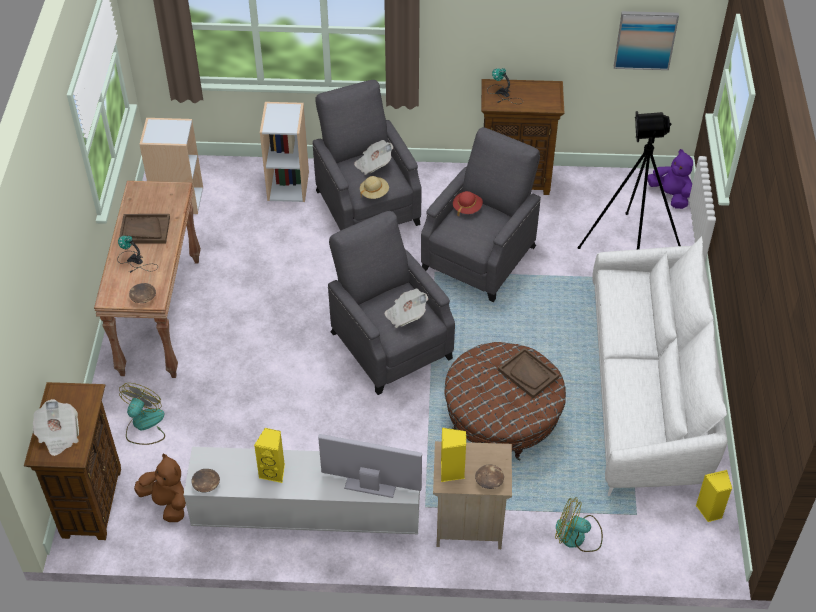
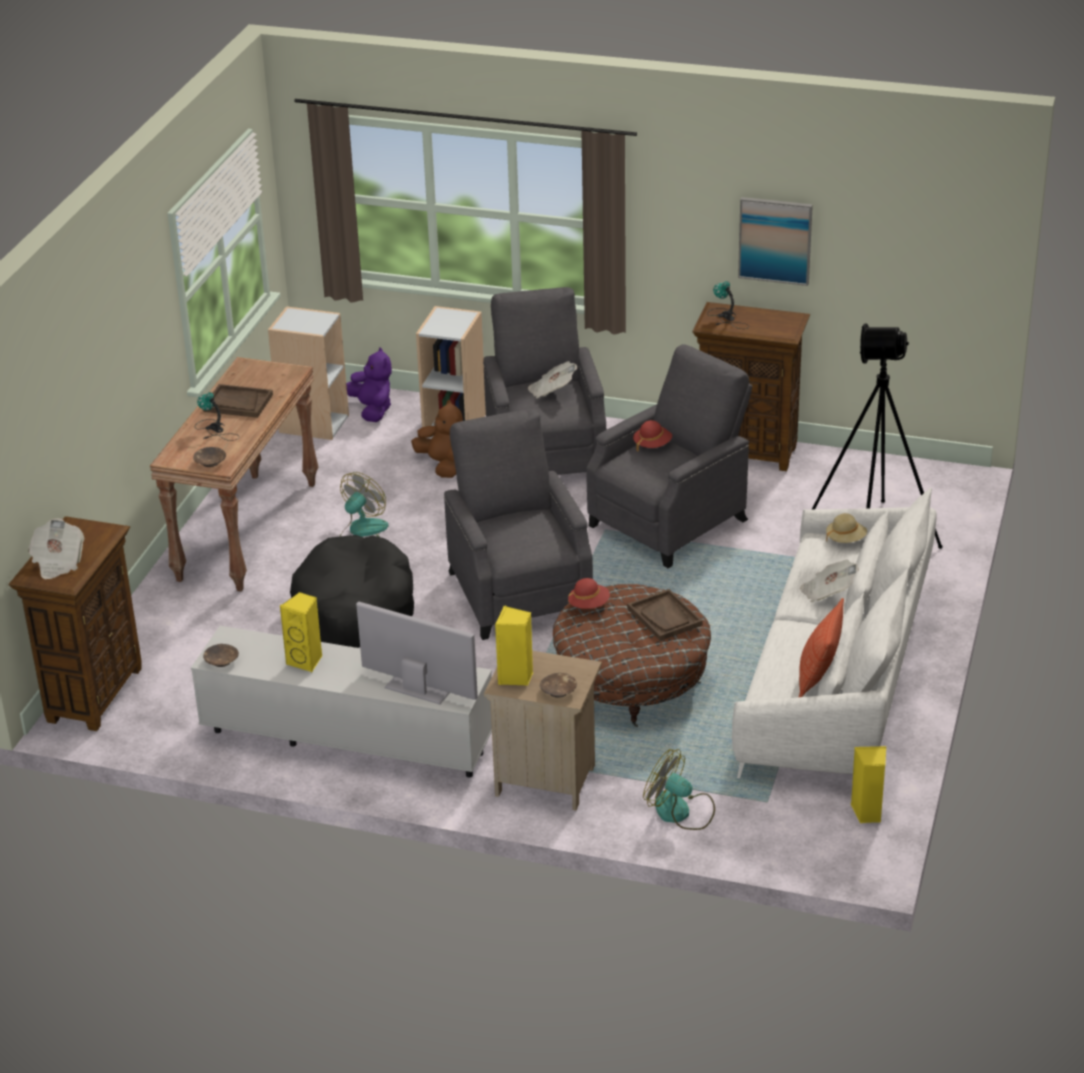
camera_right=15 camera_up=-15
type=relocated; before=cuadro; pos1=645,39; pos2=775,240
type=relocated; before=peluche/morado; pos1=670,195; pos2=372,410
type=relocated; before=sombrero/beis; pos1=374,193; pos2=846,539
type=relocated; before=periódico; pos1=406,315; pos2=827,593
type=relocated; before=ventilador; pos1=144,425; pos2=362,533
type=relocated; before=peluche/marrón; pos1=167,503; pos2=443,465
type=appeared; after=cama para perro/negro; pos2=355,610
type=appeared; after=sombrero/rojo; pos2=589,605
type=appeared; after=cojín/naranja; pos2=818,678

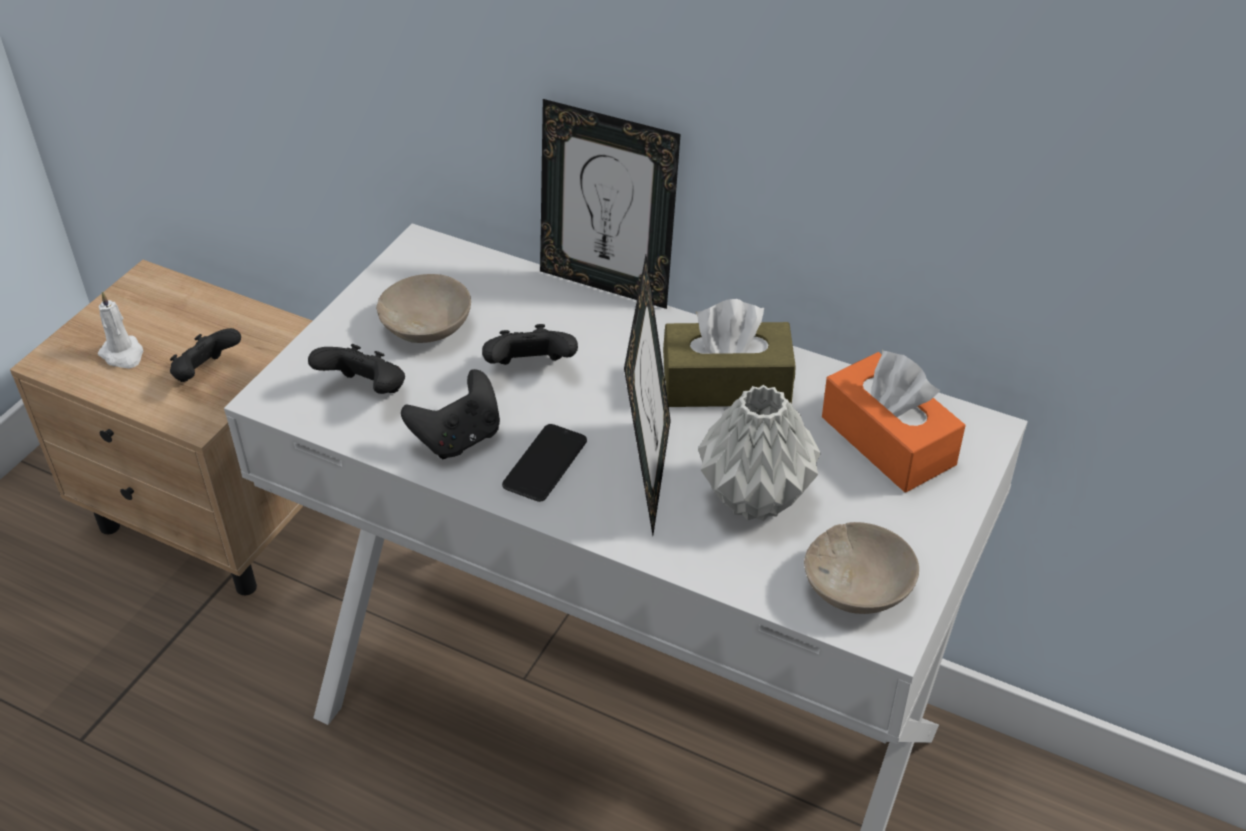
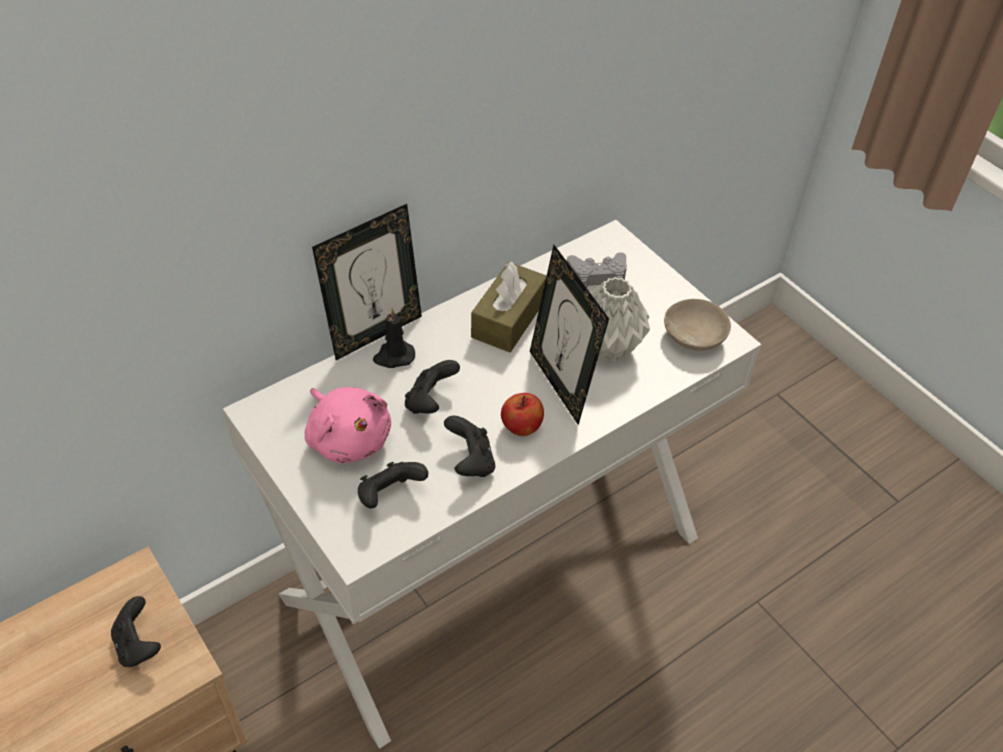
camera_right=-65 camera_up=5
type=spun; before=portarretratos; pos1=648,475; pos2=561,384; turn=-150
type=exchanged; before=cuenco/beis; after=peluche/rosa; pos1=430,326; pos2=348,437
type=missing; before=vela/blanco; pos1=123,355
type=exchanged; before=caja de pañuelos/naranja; after=mando de consola/gris; pos1=888,441; pos2=597,276
type=exchanged; before=móvil; after=manzana; pos1=545,464; pos2=521,427
type=appeared; after=vela/negro; pos2=393,356

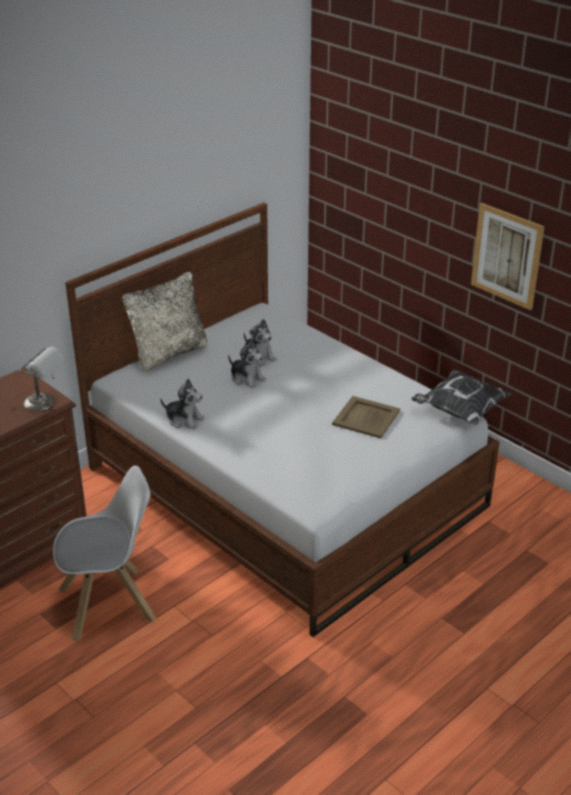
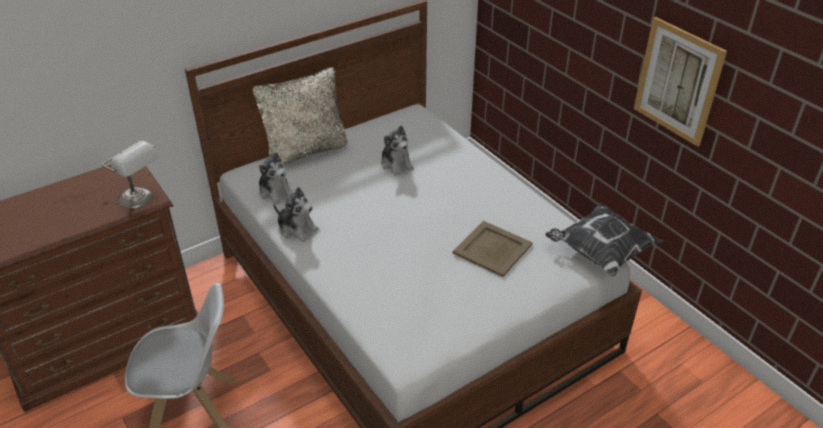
camera_right=10 camera_up=5
type=relocated; before=peluche; pos1=247,378; pos2=276,192

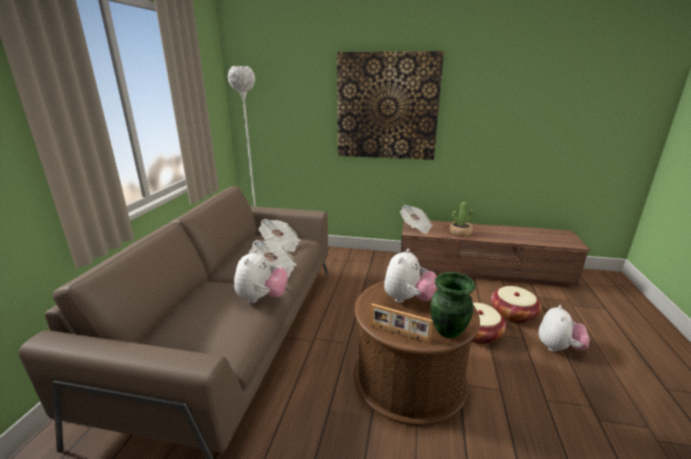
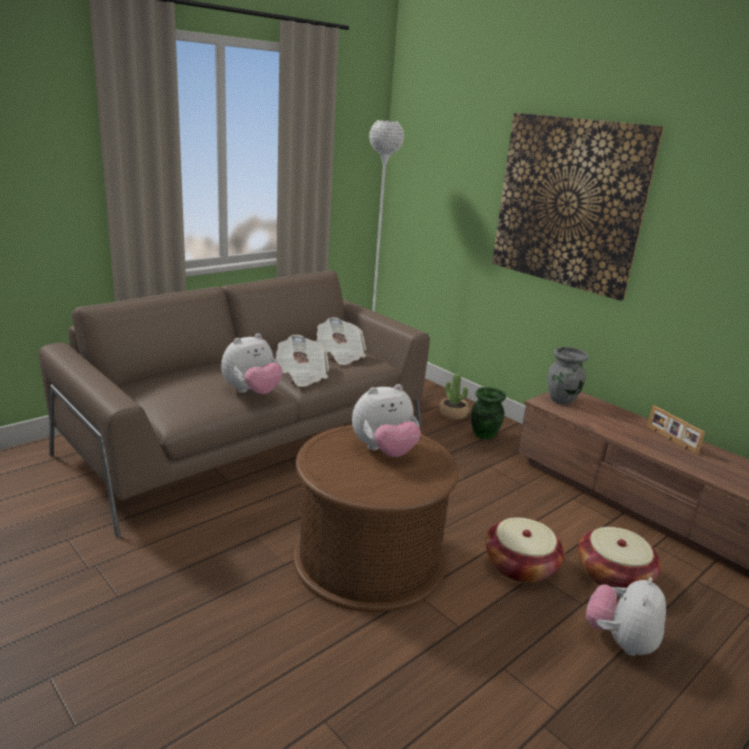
camera_right=35 camera_up=0
type=relocated; before=planta en maceta; pos1=460,233; pos2=453,414
type=exchanged; before=periódico; after=florero/gris; pos1=416,227; pos2=562,400
type=relocated; before=florero/verde; pos1=448,331; pos2=483,435
type=relocated; before=portarretratos; pos1=399,333; pos2=671,440
type=spun; before=peluche; pos1=558,348; pos2=620,641; turn=150

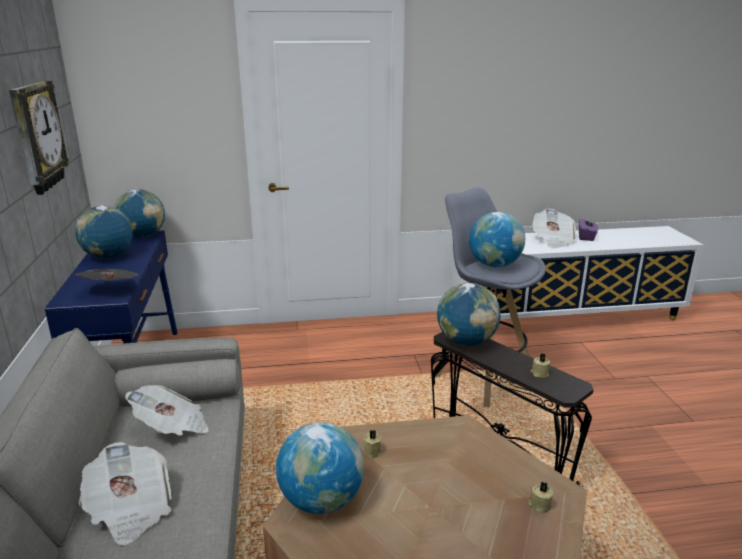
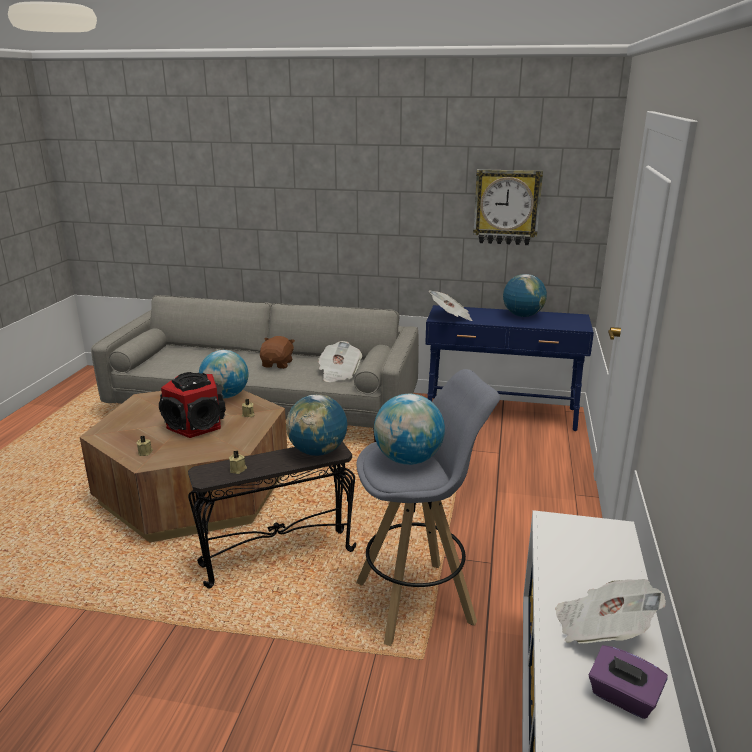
camera_right=110 camera_up=0
type=missing; before=globo terráqueo; pos1=143,236
type=exchanged; before=periódico; after=peluche/marrón; pos1=130,510; pos2=277,364
type=appeared; after=altavoz; pos2=196,425

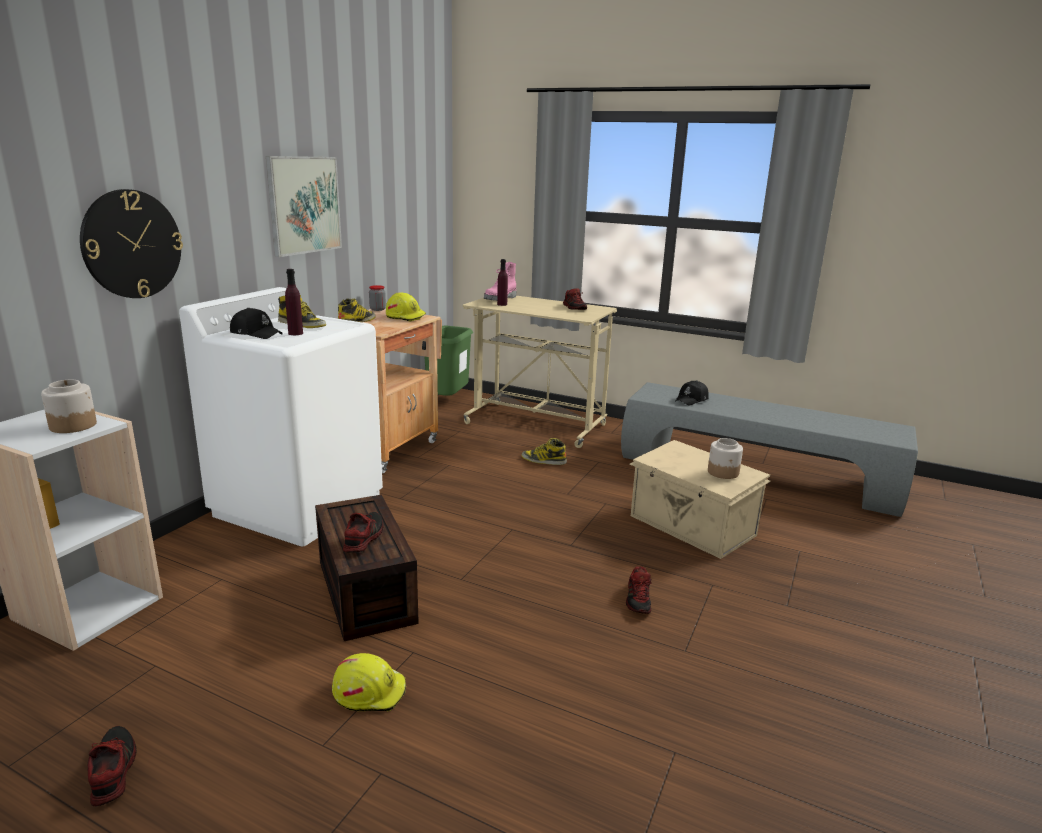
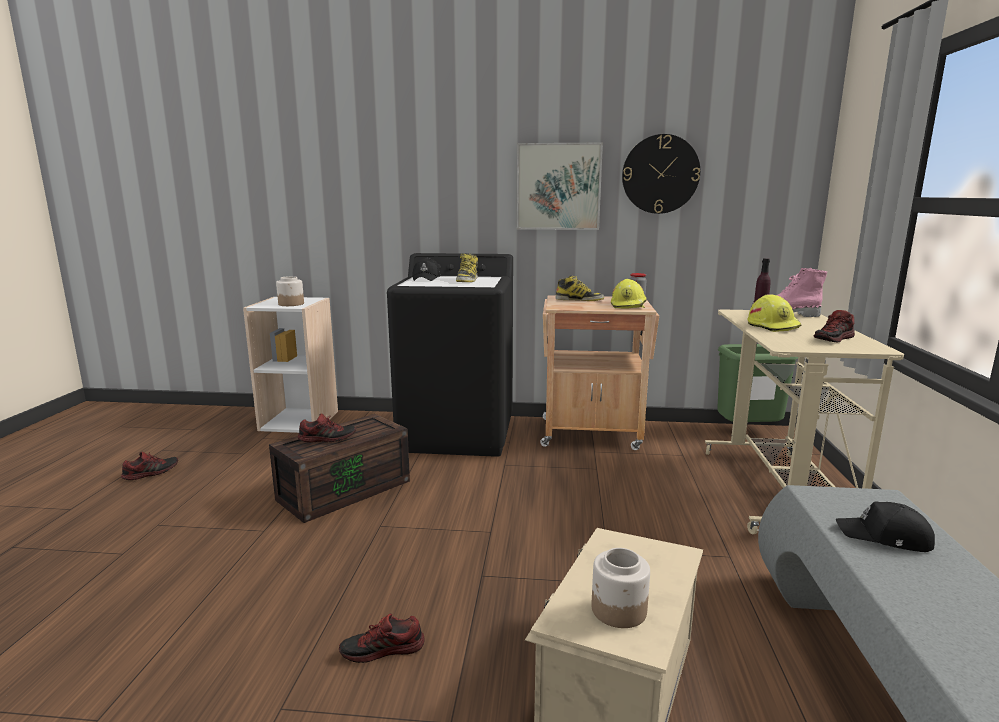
camera_right=70 camera_up=-5
type=relocated; before=reloj de pared; pos1=132,244; pos2=660,174
type=missing; before=botella/morado; pos1=295,333
type=colour; before=lavadora/blanco; after=lavadora/negro; pos1=299,505; pos2=458,434
type=missing; before=bota; pos1=543,460
type=relocated; before=casco/amarillo; pos1=369,691; pos2=773,326

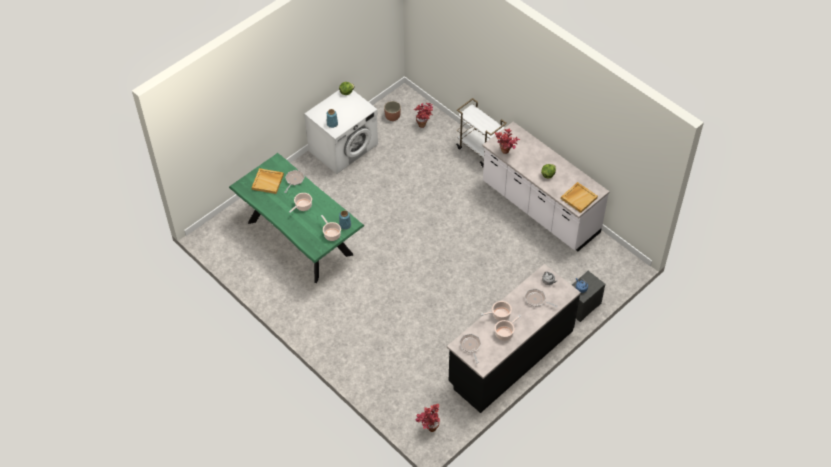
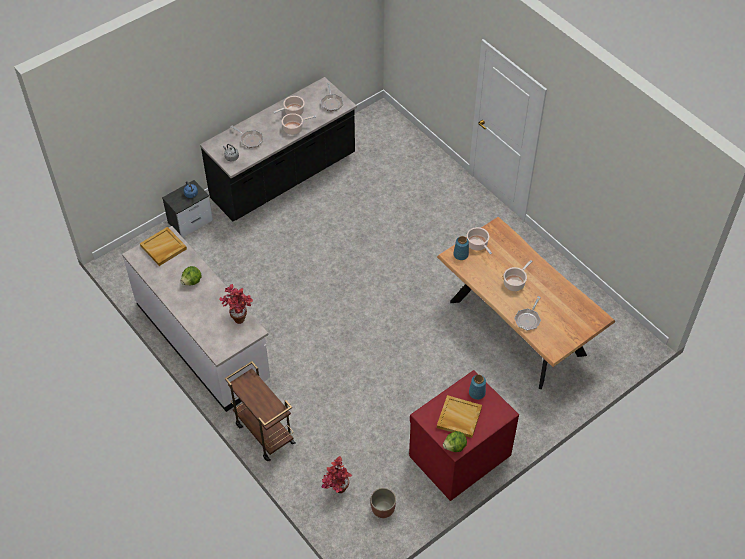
camera_right=-175 camera_up=0
type=colour; before=lavadora/blanco; after=lavadora/rojo; pos1=344,149; pos2=458,456
type=colour; before=carrito/blanco; after=carrito/marrón; pos1=479,153; pos2=264,432
type=colour; before=mesa de comedor/verde; after=mesa de comedor/marrón; pos1=300,238; pos2=517,328
type=relocated; before=bandeja/beis; pos1=268,182; pos2=458,417
type=missing; before=planta en maceta; pos1=428,428

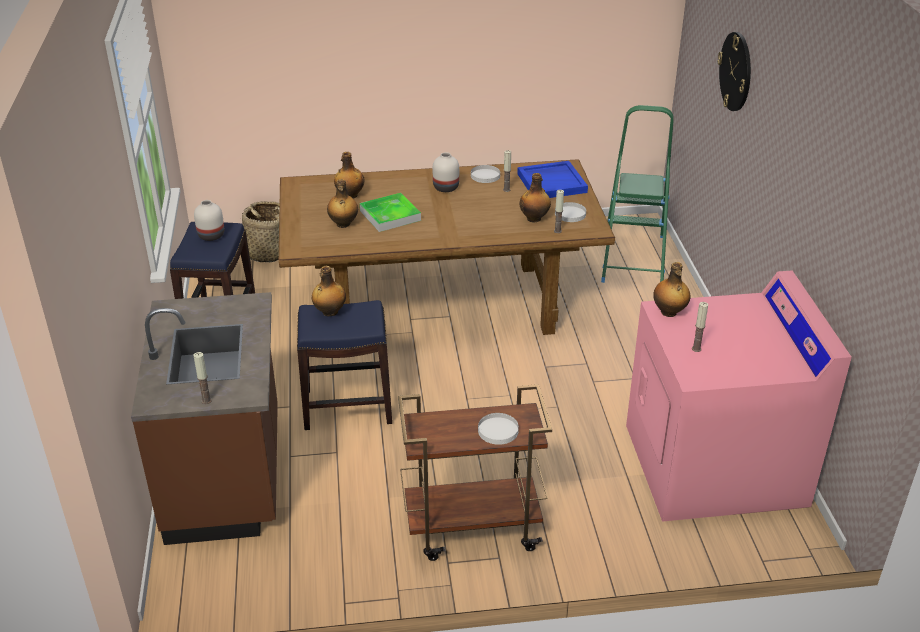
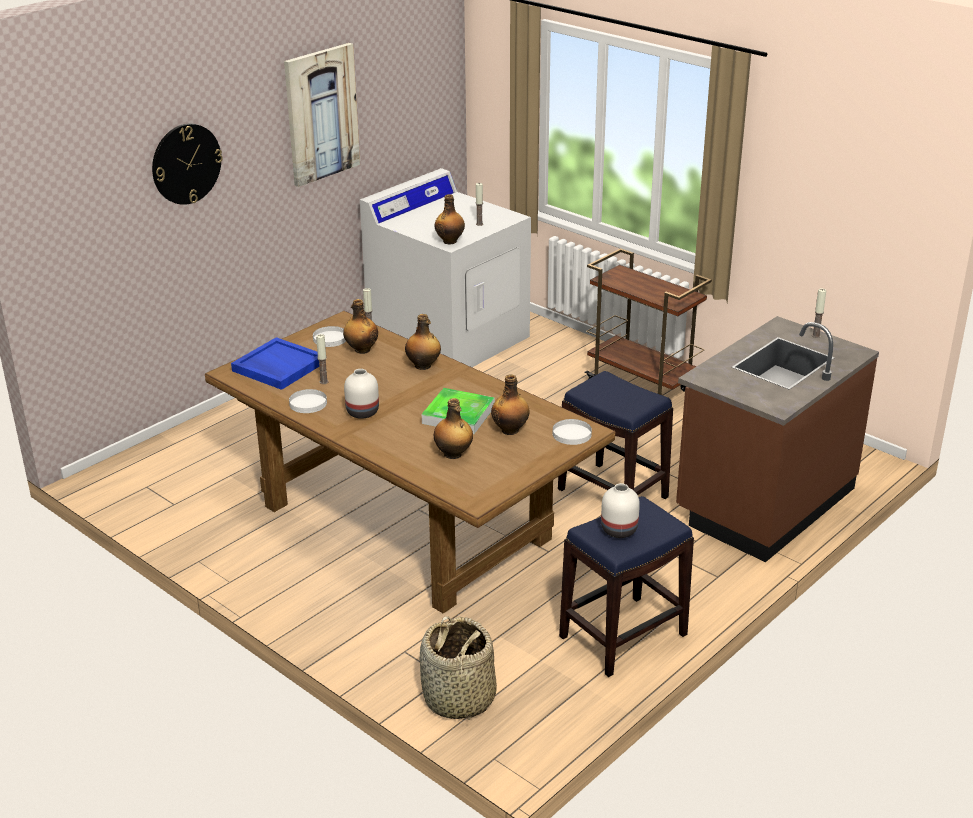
camera_right=-130 camera_up=-5
type=missing; before=escalera de tijera/verde; pos1=633,257
type=relocated; before=botella; pos1=329,312; pos2=423,366
type=colour; before=lavadora/rosa; after=lavadora/blanco; pos1=714,465; pos2=449,337
type=relocated; before=plato/blanco; pos1=498,431; pos2=572,434
type=appeared; after=cuadro; pos2=321,114

